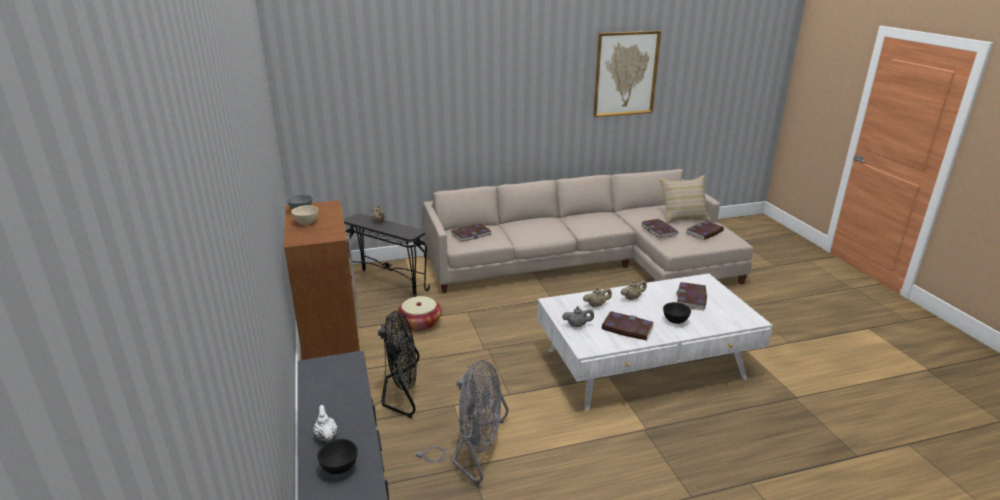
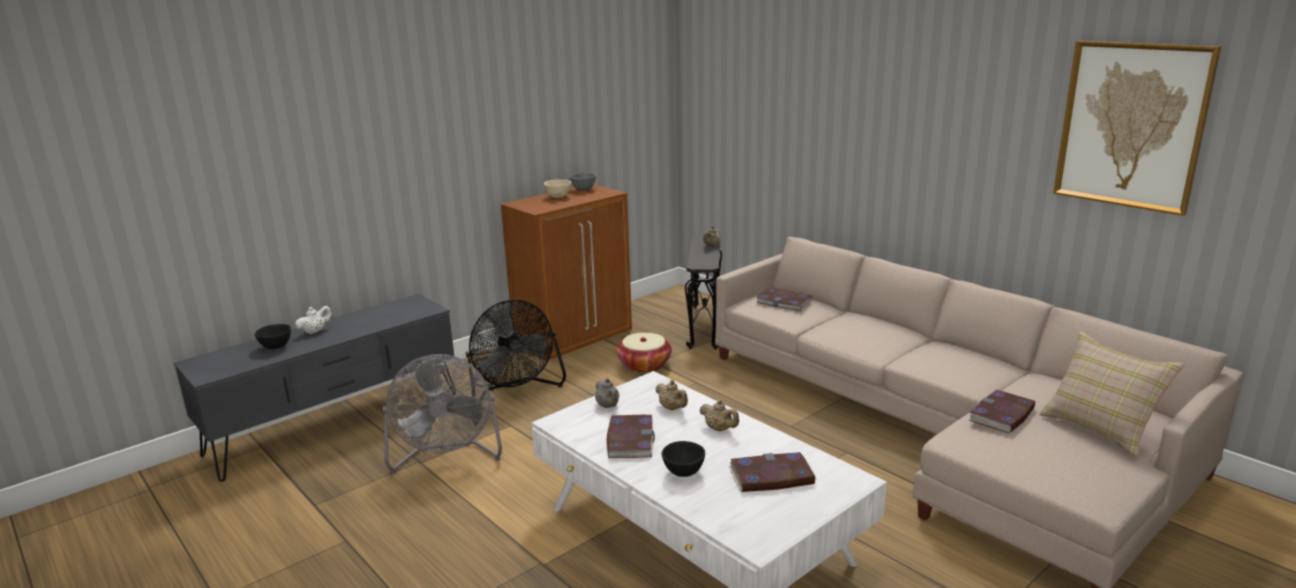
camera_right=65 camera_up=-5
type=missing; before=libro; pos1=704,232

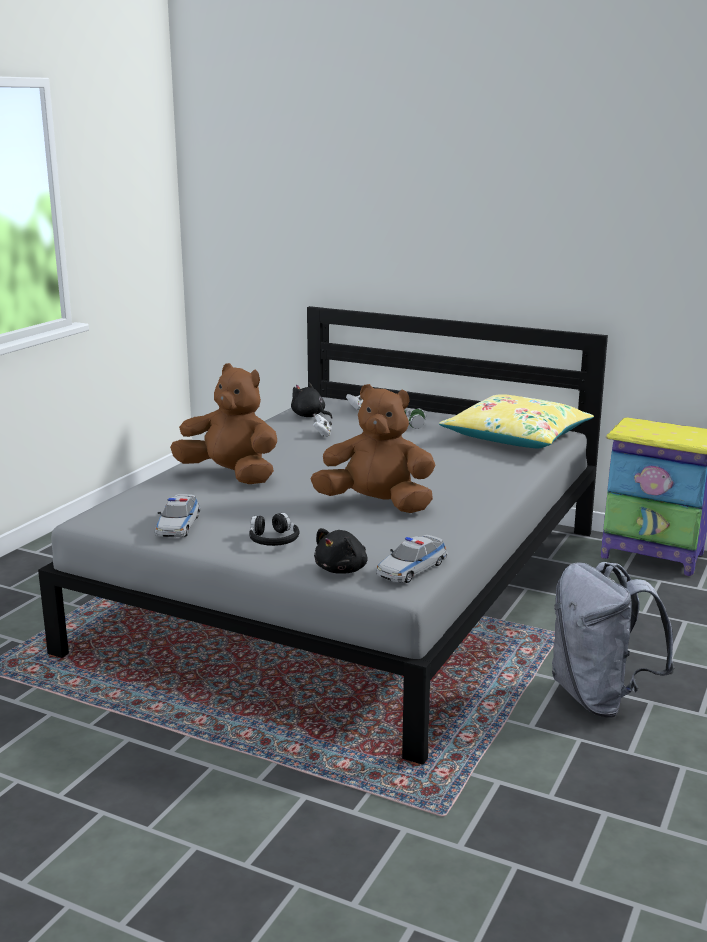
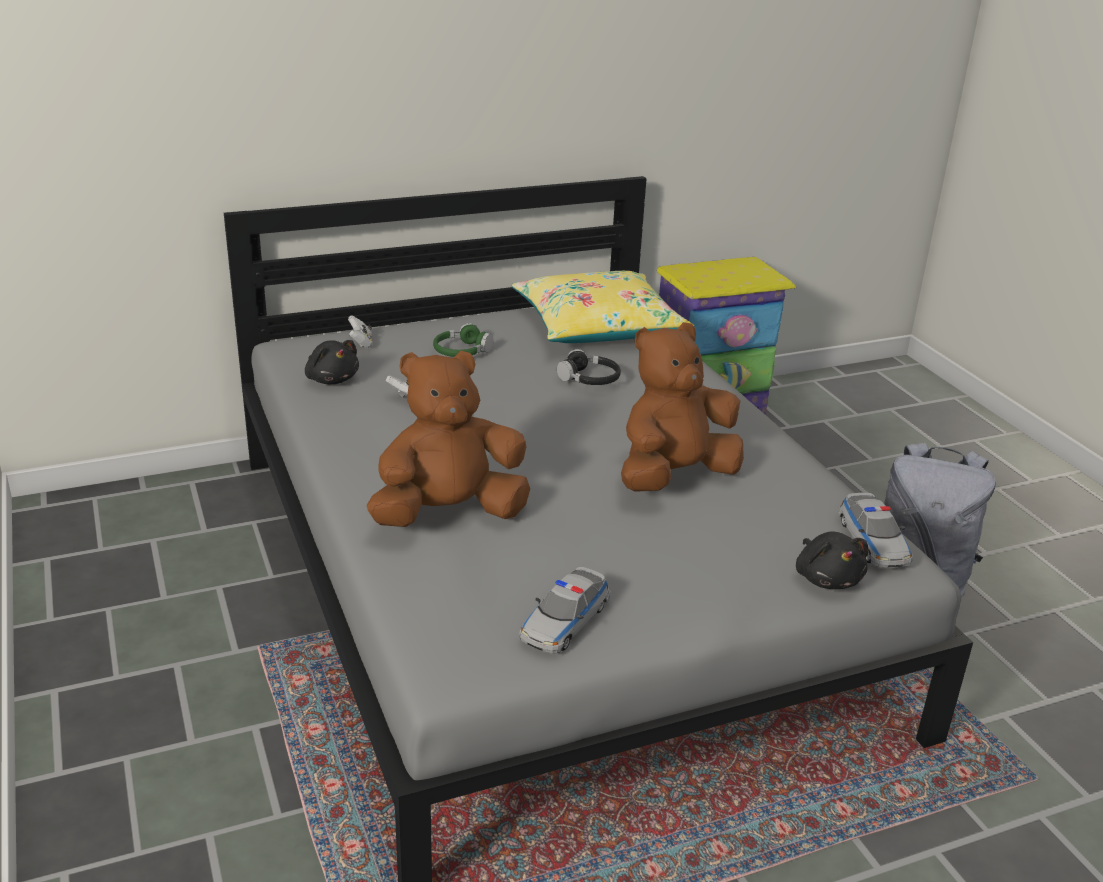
camera_right=-50 camera_up=10
type=spun; before=peluche/negro; pos1=309,416; pos2=331,379; turn=-120
type=spun; before=coche de juguete; pos1=178,526; pos2=565,622; turn=75
type=relocated; before=auriculares/negro; pos1=273,540; pos2=589,379

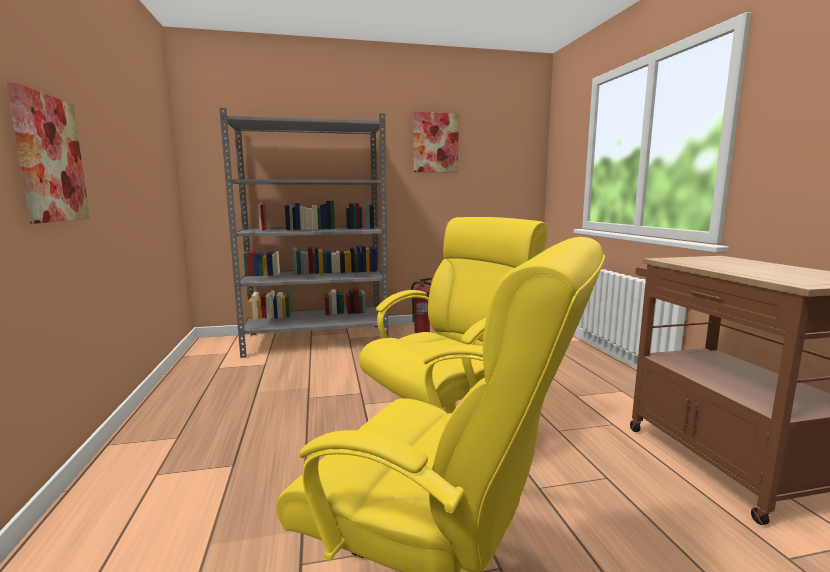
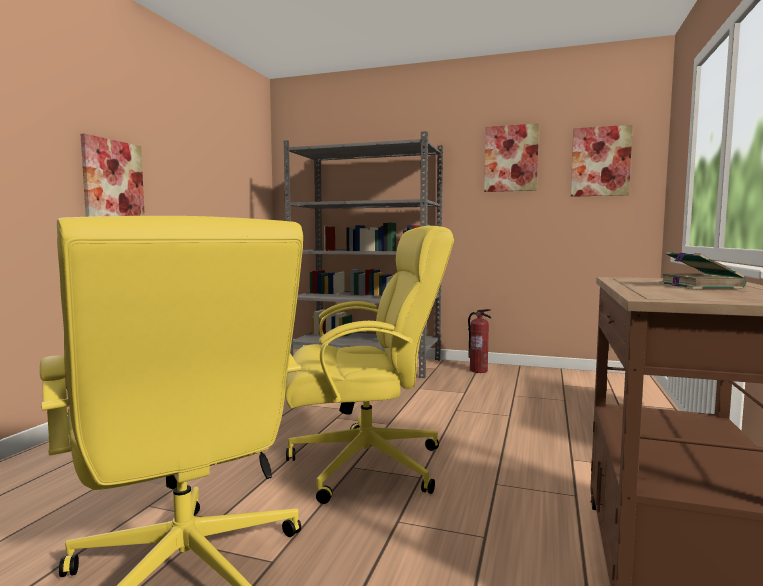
camera_right=30 camera_up=-5
type=appeared; after=cuadro; pos2=600,161
type=appeared; after=libro; pos2=698,285

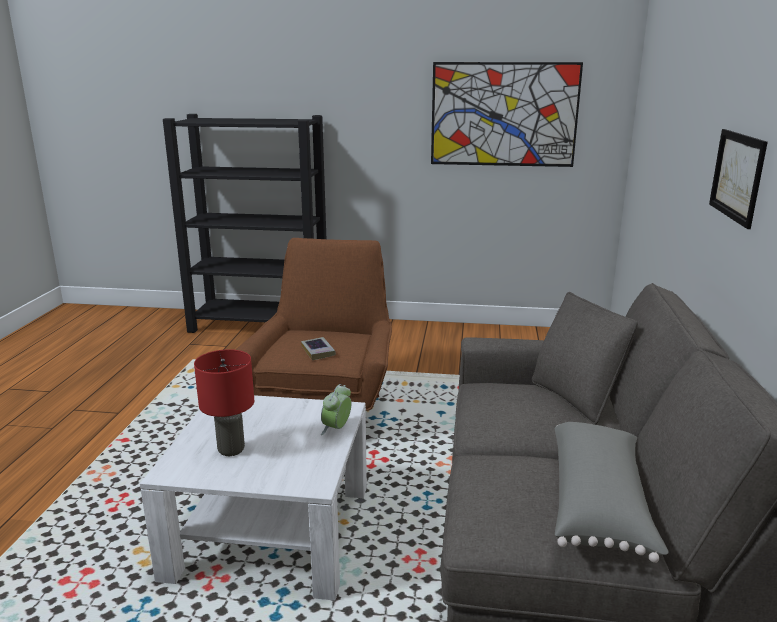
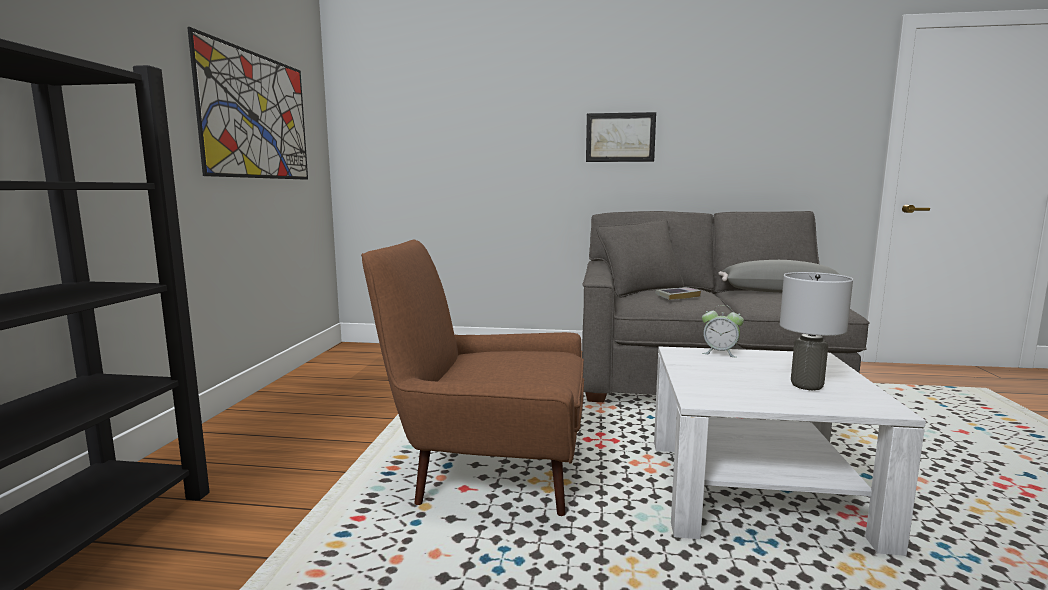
camera_right=-90 camera_up=-10
type=relocated; before=libro; pos1=318,351; pos2=677,296
type=colour; before=lámpara de mesa/rojo; after=lámpara de mesa/blanco; pos1=229,450; pos2=807,387

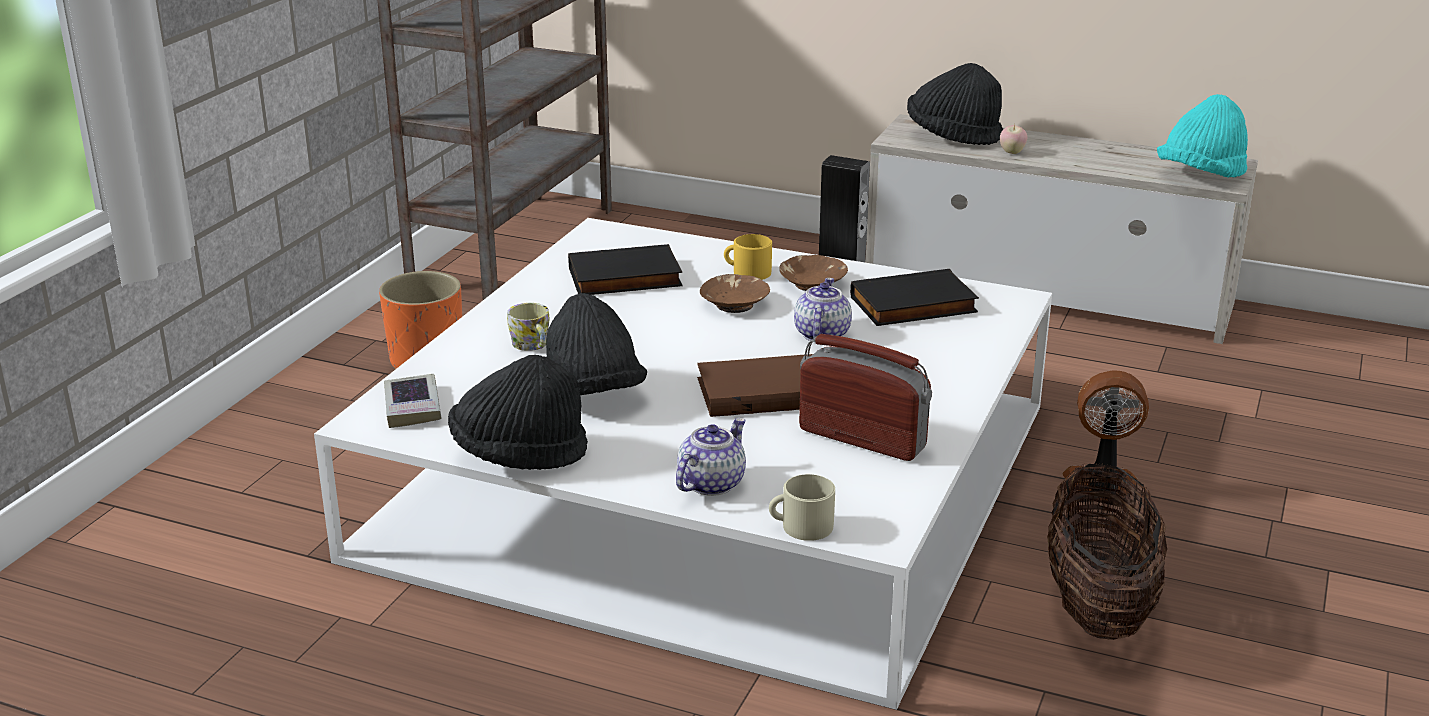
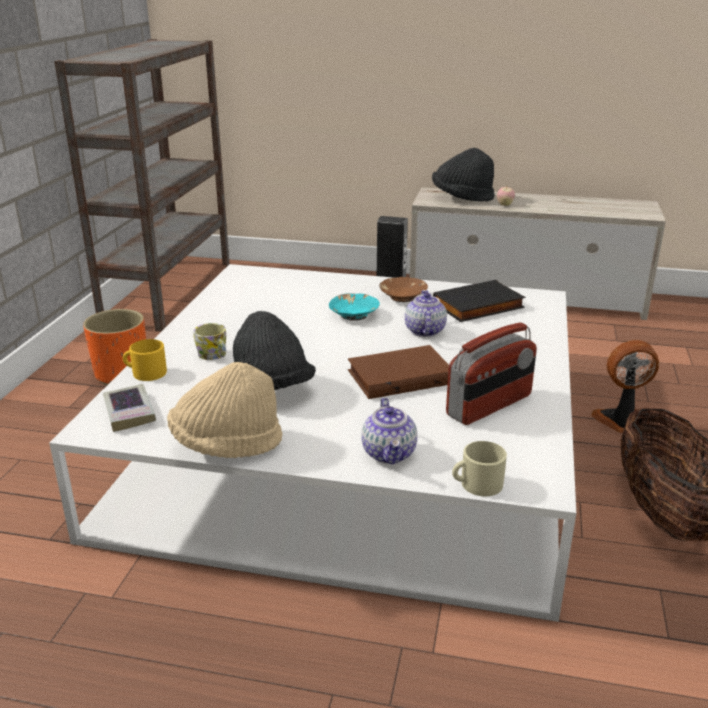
camera_right=-10 camera_up=0
type=missing; before=sombrero/turquesa; pos1=1201,176
type=relocated; before=taza grande/amarillo; pos1=747,272; pos2=145,372
type=missing; before=libro/negro; pos1=624,278
type=colour; before=cuenco/marrón; after=cuenco/turquesa; pos1=735,304; pos2=354,314
type=spun; before=radio; pos1=862,438; pos2=490,406; turn=120
type=colour; before=sombrero/negro; after=sombrero/beis; pos1=519,455; pos2=227,445
type=spun; before=tetera; pos1=711,483; pos2=390,453; turn=150

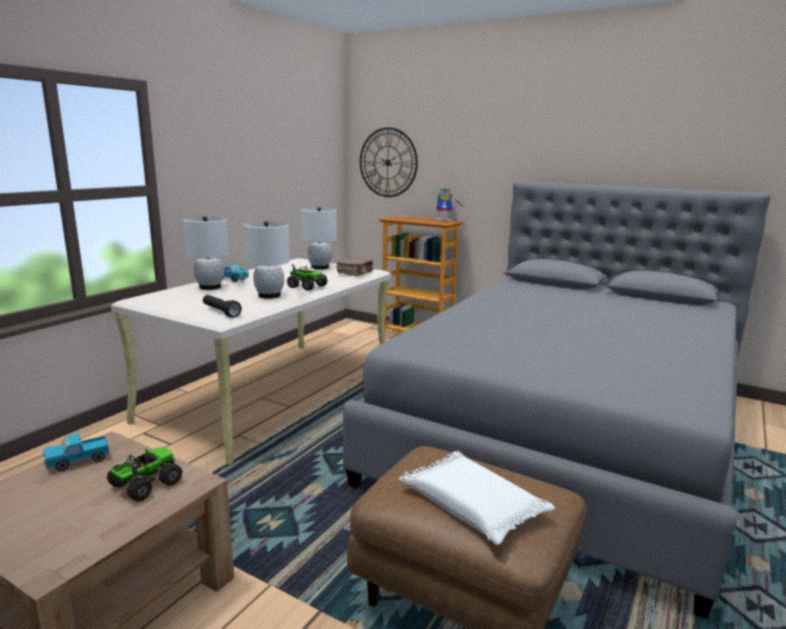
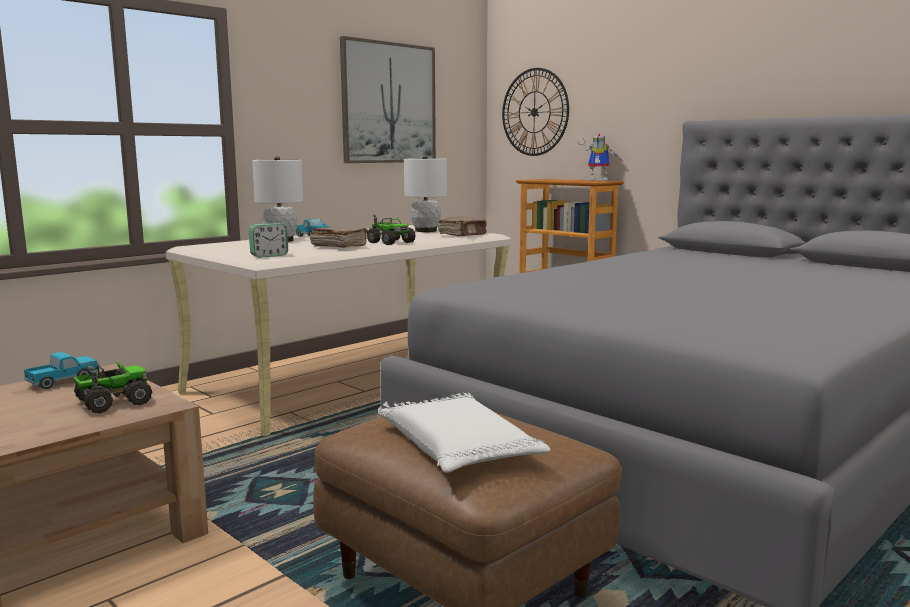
camera_right=15 camera_up=-5
type=exchanged; before=lámpara de mesa/blanco; after=libro/marrón; pos1=269,295; pos2=339,247
type=exchanged; before=linterna/negro; after=despertador; pos1=221,312; pos2=269,256
type=spun; before=camión de juguete; pos1=77,461; pos2=63,381; turn=150
type=appeared; after=cuadro; pos2=389,103

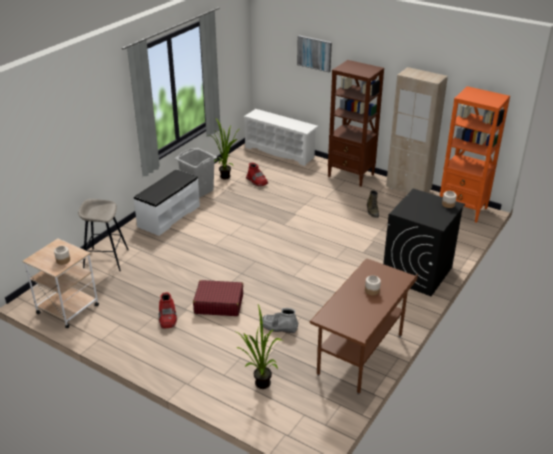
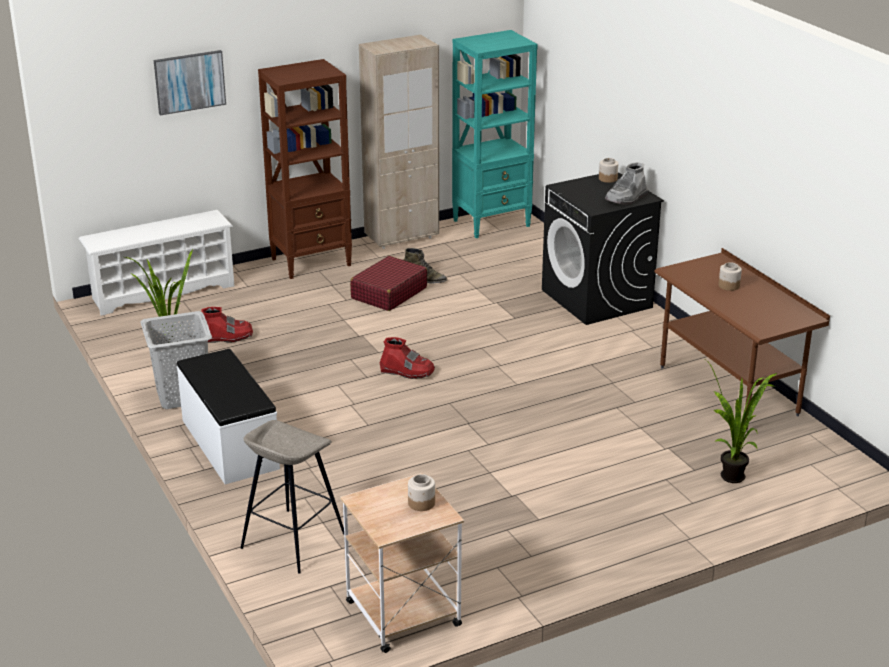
camera_right=-60 camera_up=-5
type=colour; before=estantería/naranja; after=estantería/turquesa; pos1=463,210; pos2=492,223
type=relocated; before=maleta/rojo; pos1=218,304; pos2=388,293
type=relocated; before=bota/rojo; pos1=168,318; pos2=407,372
type=relocated; before=bota/gris; pos1=279,327; pos2=626,198

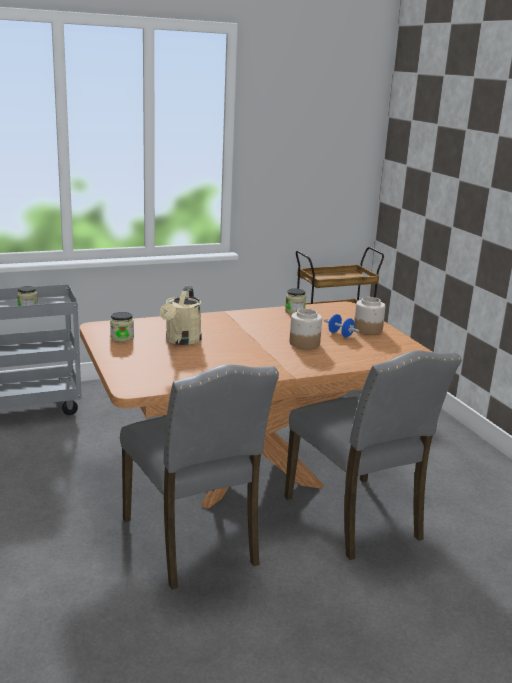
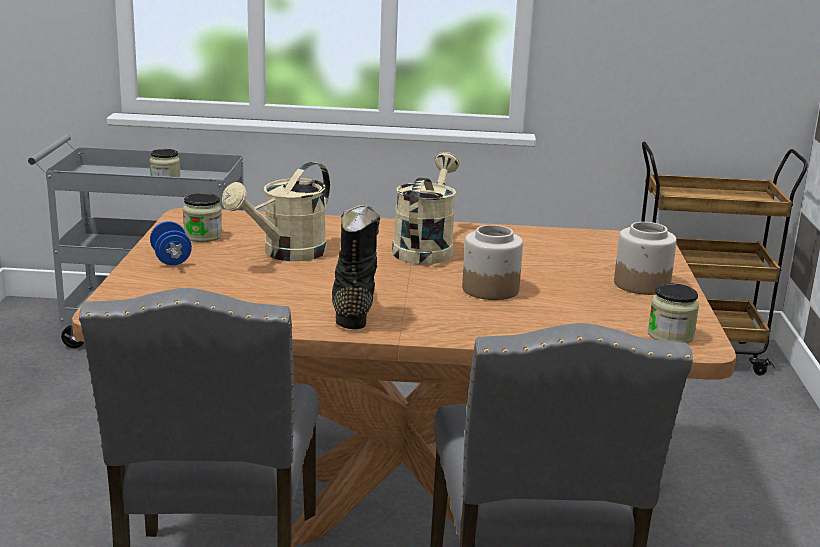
camera_right=25 camera_up=0
type=relocated; before=tarro; pos1=295,311; pos2=670,335
type=relocated; before=mancuerna/azul; pos1=340,334; pos2=171,260
type=appeared; after=regadera/beis; pos2=425,248
type=appeared; after=bota/negro; pos2=352,308

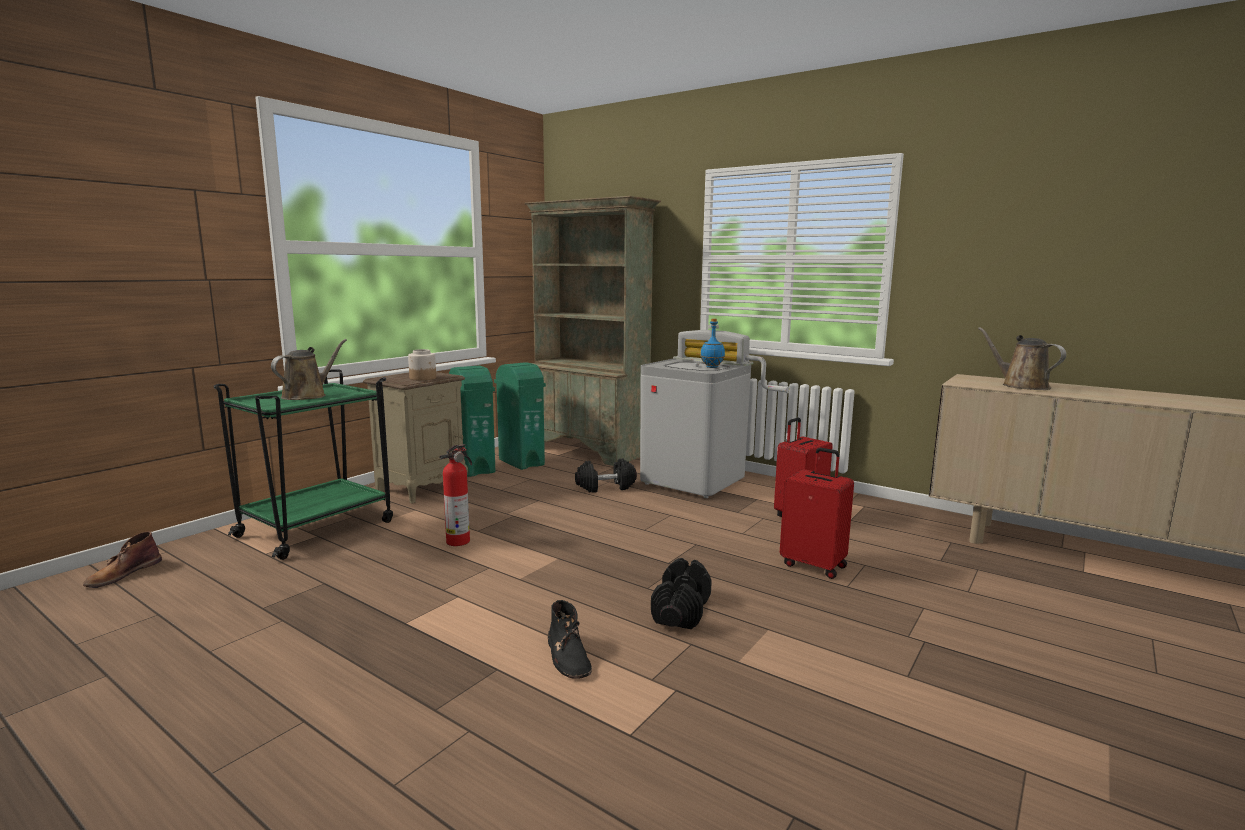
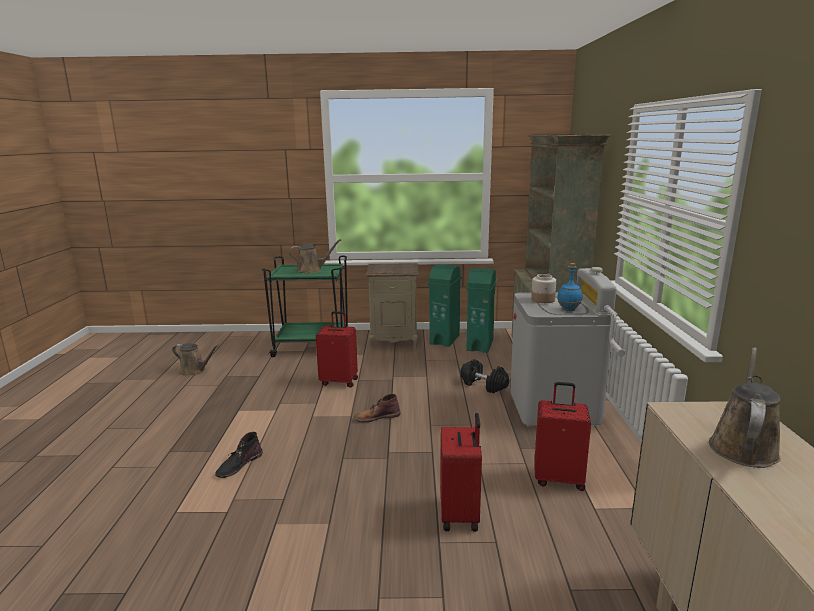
camera_right=55 camera_up=5
type=relocated; before=tarro; pos1=423,378; pos2=543,300
type=exchanged; before=extintor; after=maleta/rojo; pos1=459,541; pos2=339,381
type=relocated; before=bota/marrón; pos1=123,573; pos2=376,417
type=missing; before=mancuerna/negro; pos1=681,611
type=appeared; after=regadera/marrón; pos2=194,371

